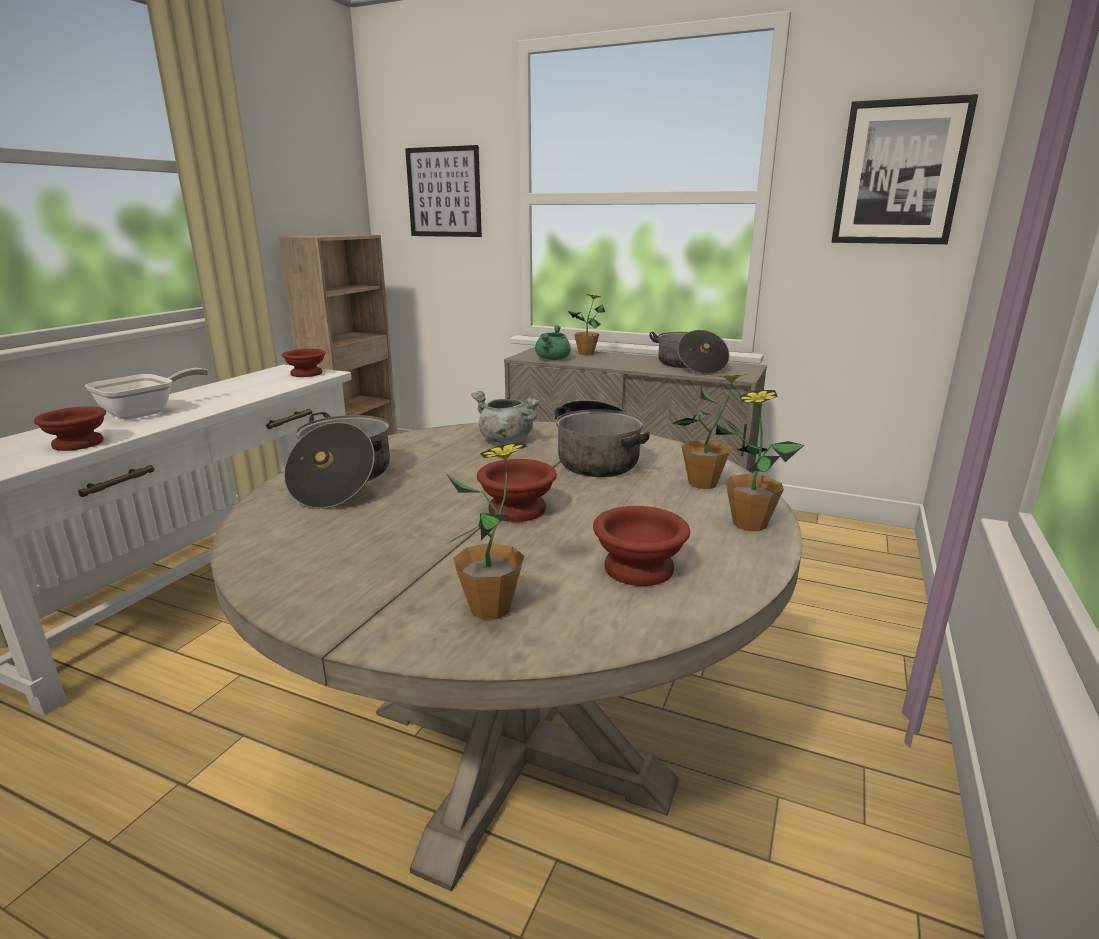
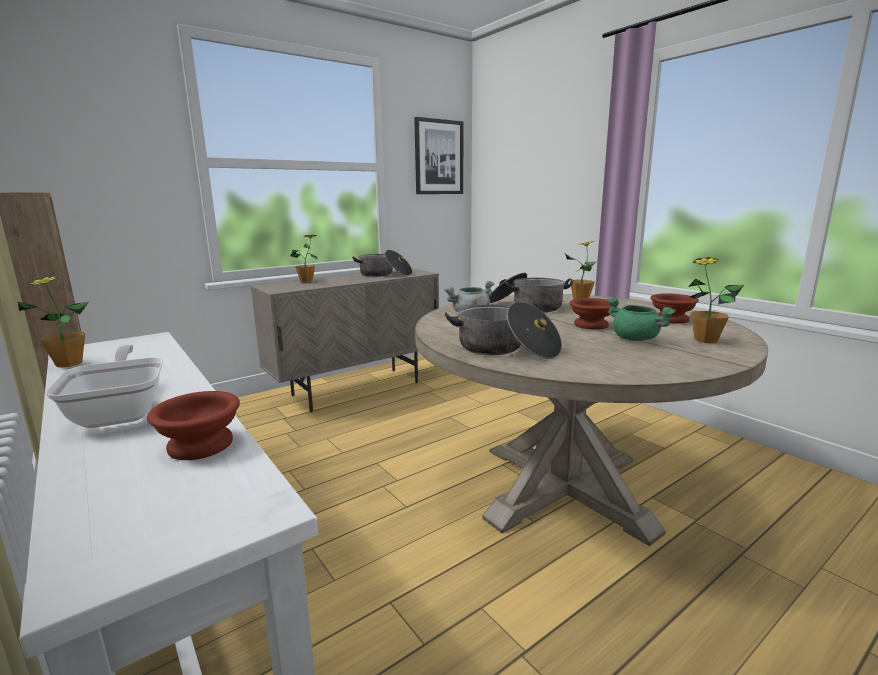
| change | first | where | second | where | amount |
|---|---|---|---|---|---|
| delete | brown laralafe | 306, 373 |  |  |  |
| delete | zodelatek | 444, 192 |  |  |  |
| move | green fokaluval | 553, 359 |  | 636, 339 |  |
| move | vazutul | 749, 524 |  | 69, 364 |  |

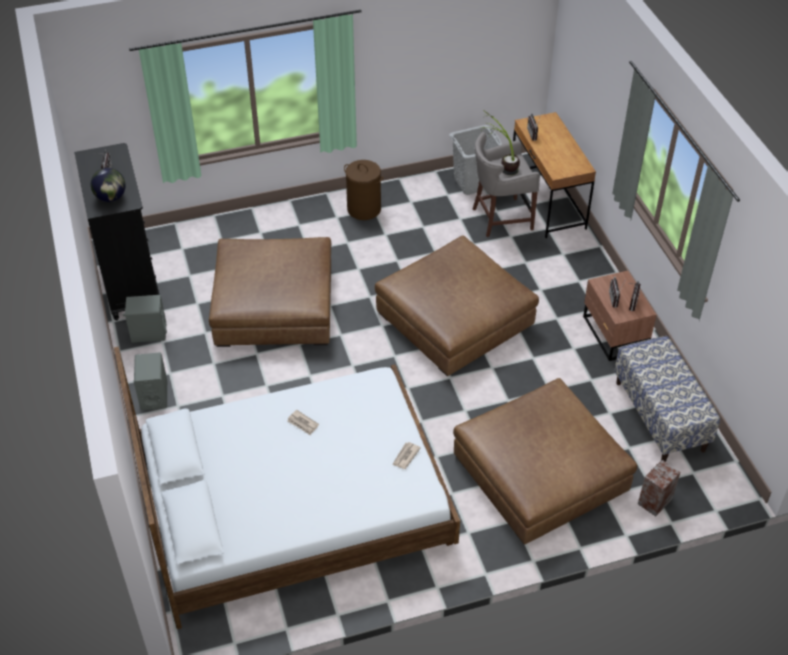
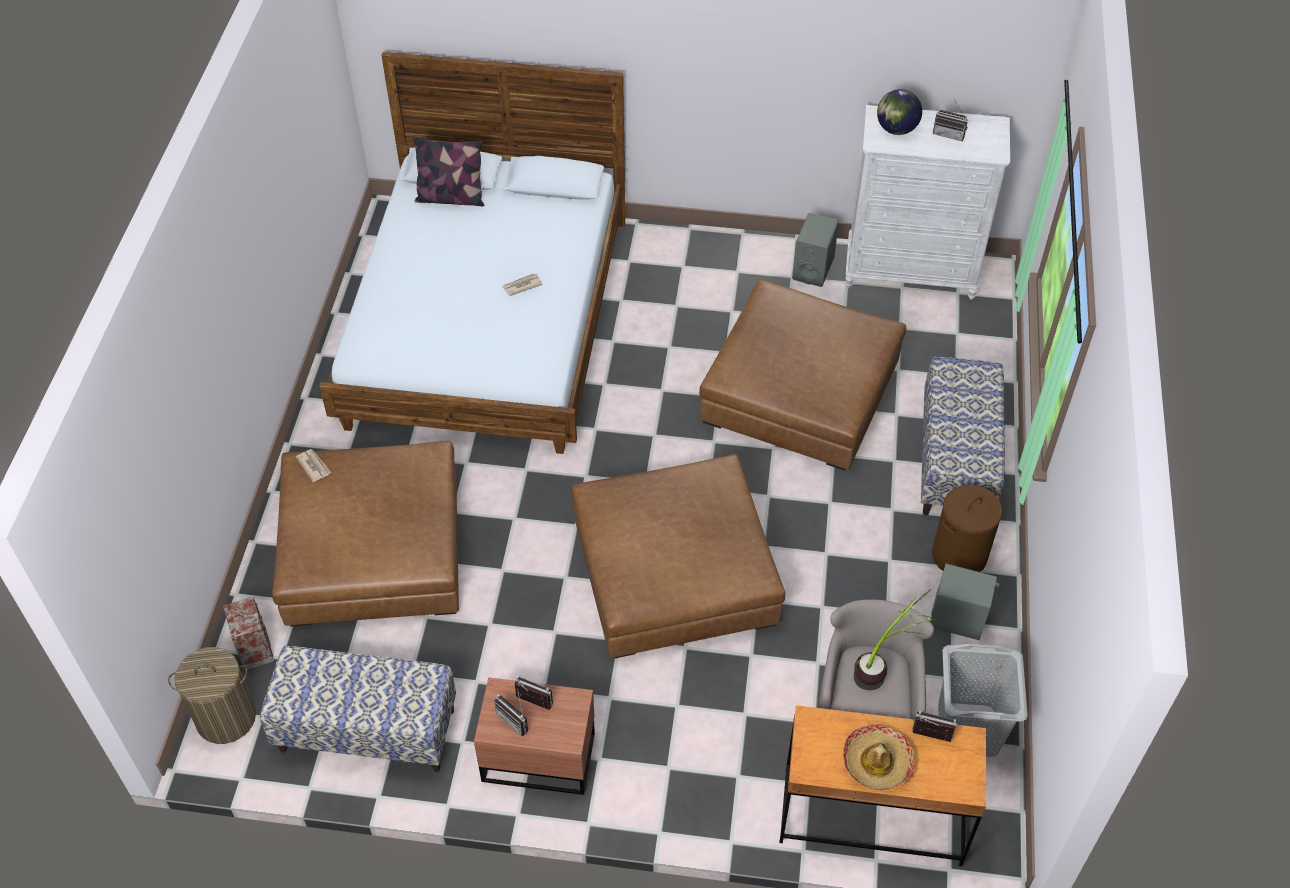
| change | first | where | second | where | amount |
|---|---|---|---|---|---|
| recolor | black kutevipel | 130, 283 | white kutevipel | 910, 271 |  |
| move | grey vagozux | 154, 395 |  | 958, 619 |  |
| move | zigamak | 405, 456 |  | 313, 466 |  |
| insert |  |  | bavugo | 226, 717 |  |
| insert |  |  | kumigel | 451, 198 |  |
| insert |  |  | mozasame | 877, 762 |  |
| insert |  |  | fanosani | 956, 461 |  |

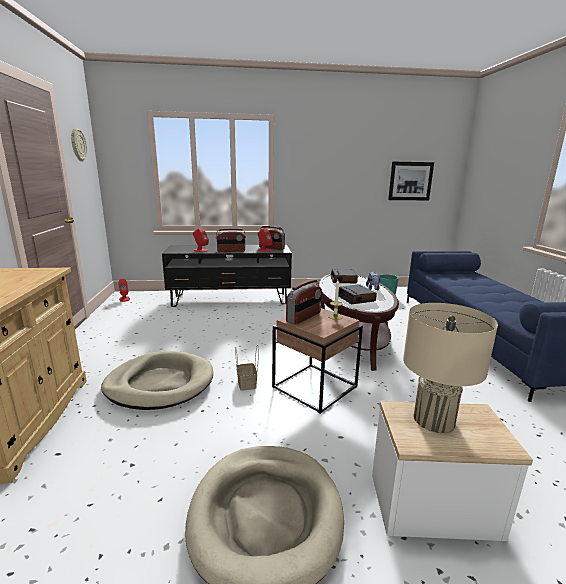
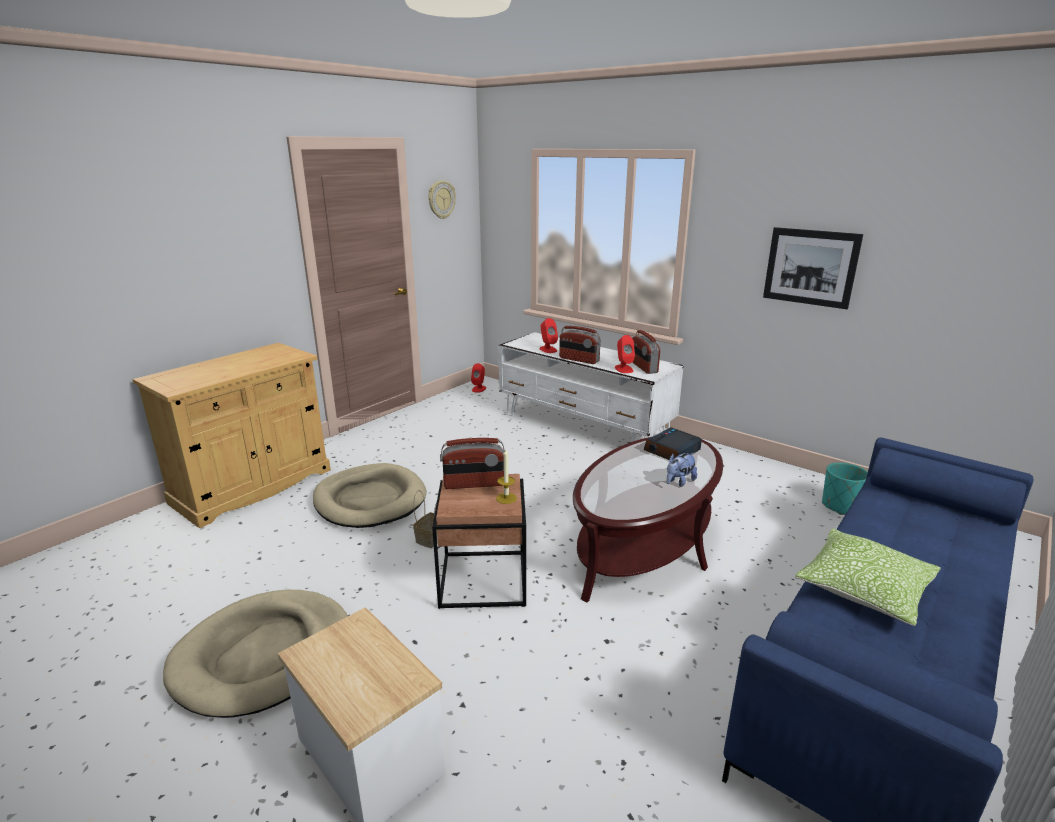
| change | first | where | second | where | amount |
|---|---|---|---|---|---|
| recolor | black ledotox | 230, 299 | white ledotox | 583, 427 |  |
| delete | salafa | 356, 298 |  |  |  |
| move | zodelatek | 410, 181 |  | 810, 267 |  |
| delete | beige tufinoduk | 434, 420 |  |  |  |
| insert |  |  | kumigel | 864, 588 |  |

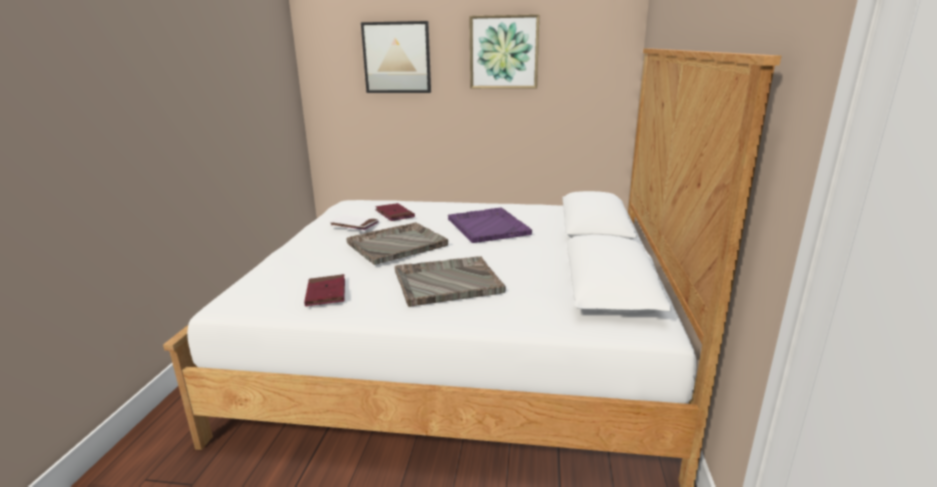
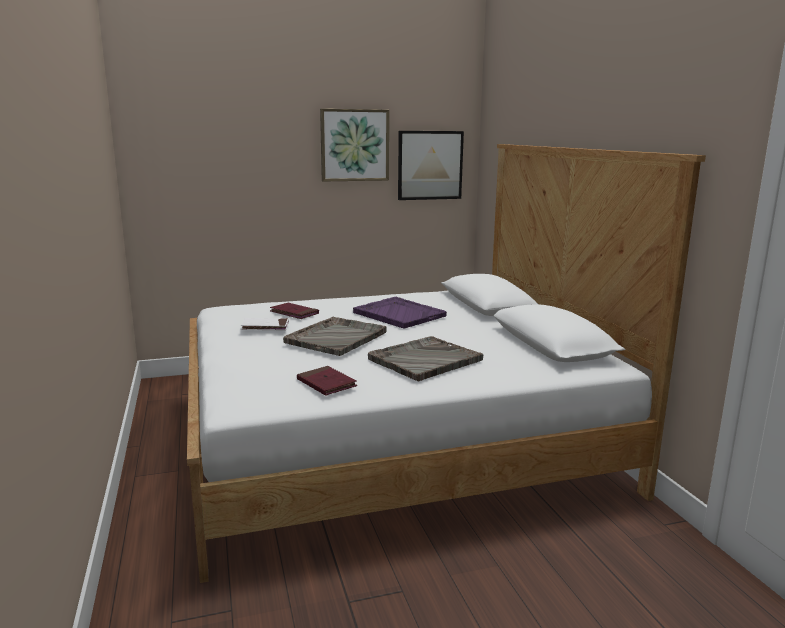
| change | first | where | second | where | amount |
|---|---|---|---|---|---|
| move | zodelatek | 397, 58 |  | 430, 165 |  |

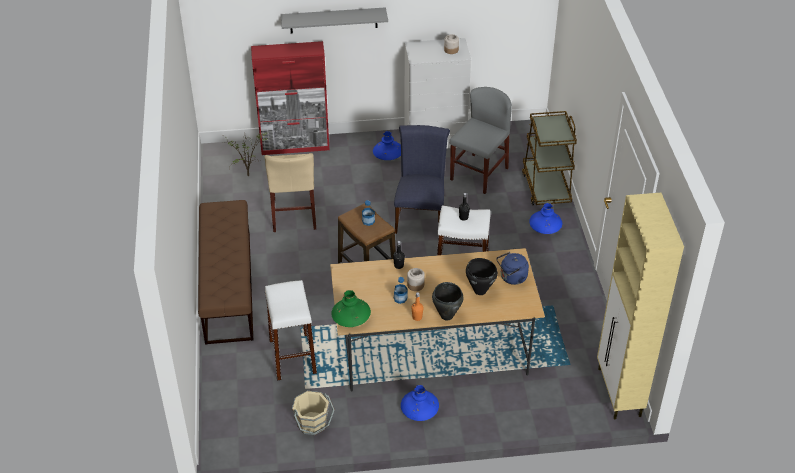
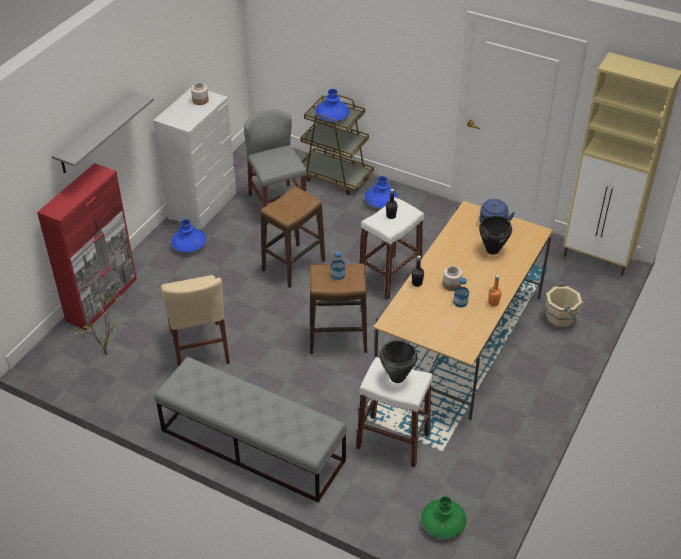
| change | first | where | second | where | amount |
|---|---|---|---|---|---|
| recolor | brown fanosani | 228, 286 | grey fanosani | 252, 445 |  |
| rotate | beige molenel | 294, 214 |  | 199, 347 | 45 degrees clockwise |
| move | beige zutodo | 312, 423 |  | 560, 317 |  |
| move | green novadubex | 351, 317 |  | 443, 523 |  |
| replace | blue molenel | 420, 217 | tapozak | 293, 266 |  |
| move | blue novadubex | 419, 409 |  | 332, 116 |  |
| move | black fokaluval | 446, 316 |  | 397, 378 |  |

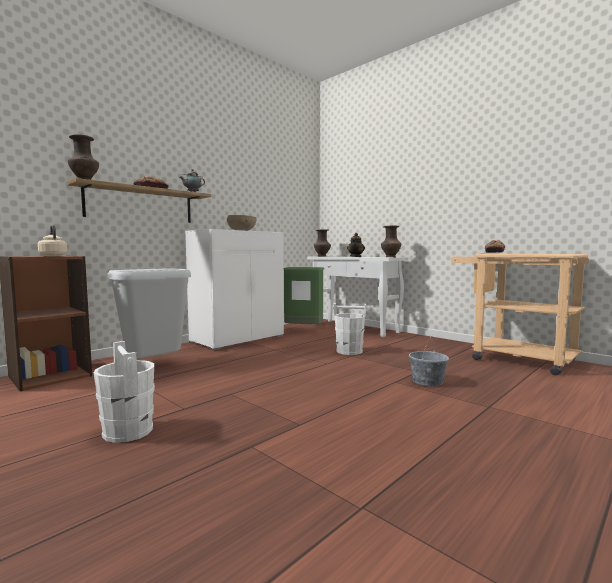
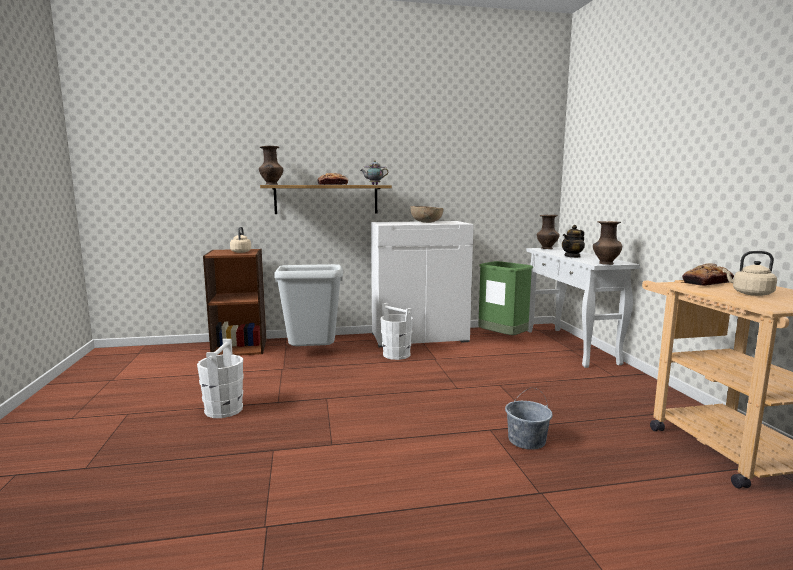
| change | first | where | second | where | amount |
|---|---|---|---|---|---|
| move | white zutodo | 349, 351 |  | 396, 355 |  |
| insert |  |  | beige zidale | 750, 293 |  |

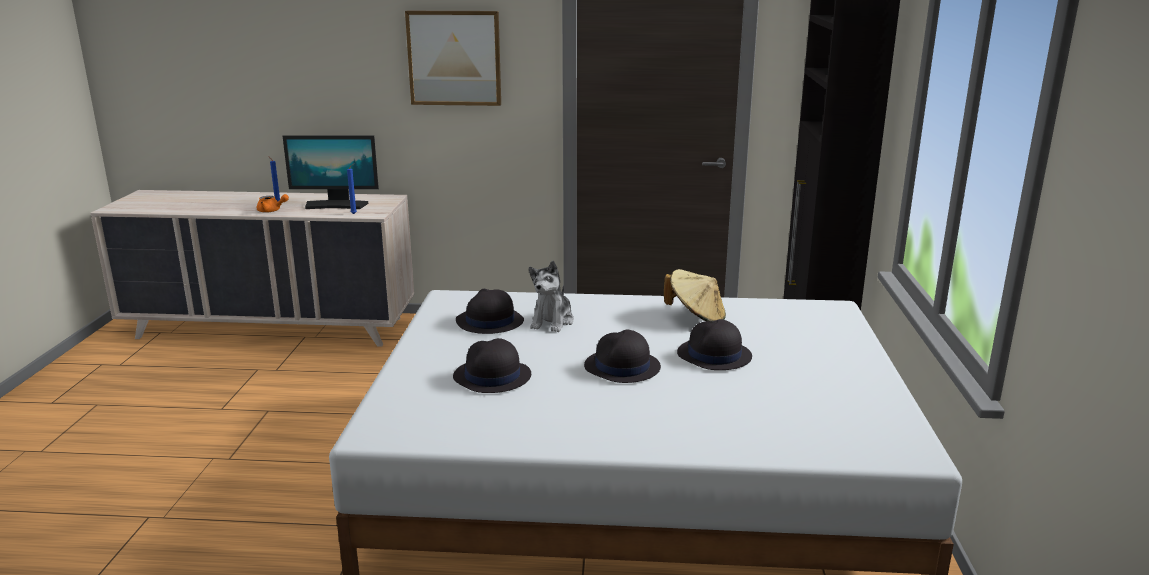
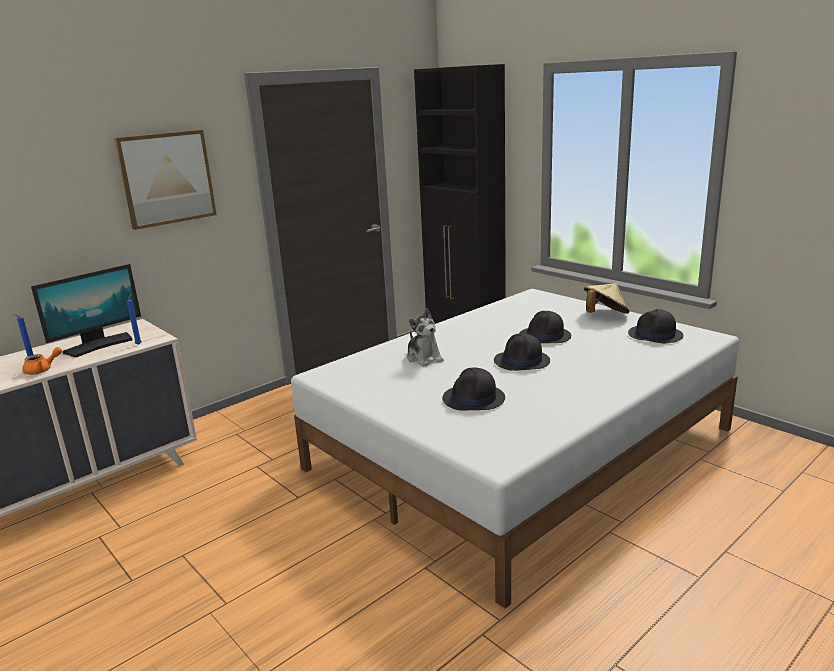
| change | first | where | second | where | amount |
|---|---|---|---|---|---|
| move | black mozasame | 489, 322 |  | 655, 335 |  |
| move | beige mozasame | 696, 317 |  | 605, 315 |  |

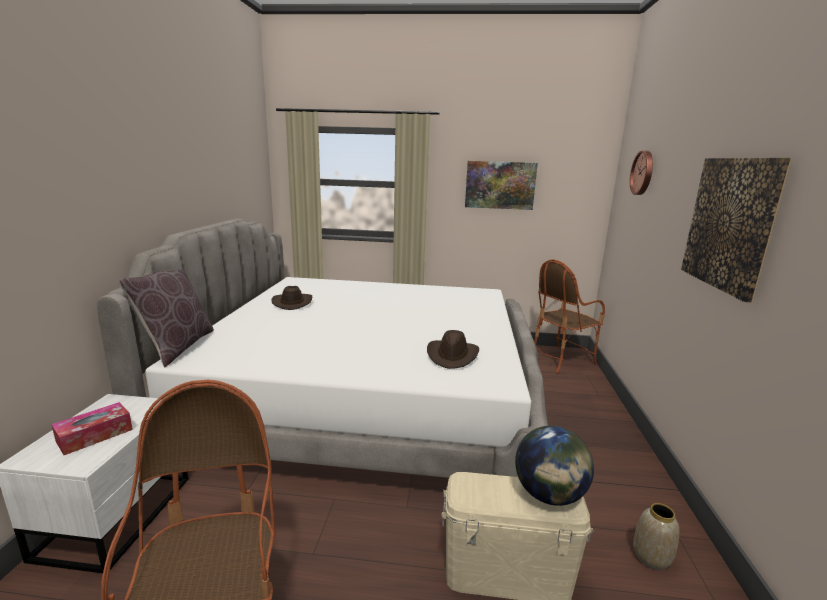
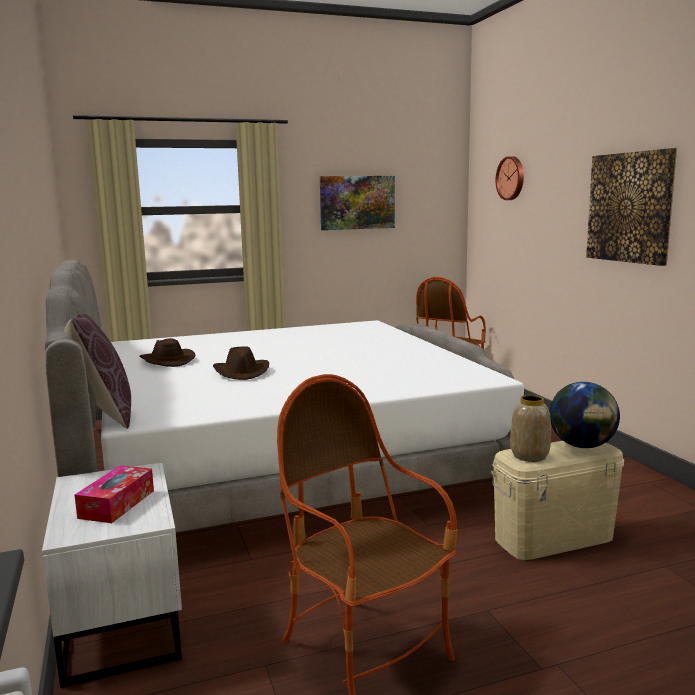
| change | first | where | second | where | amount |
|---|---|---|---|---|---|
| move | brown mozasame | 452, 356 |  | 242, 372 |  |
| move | novadubex | 651, 558 |  | 530, 456 |  |

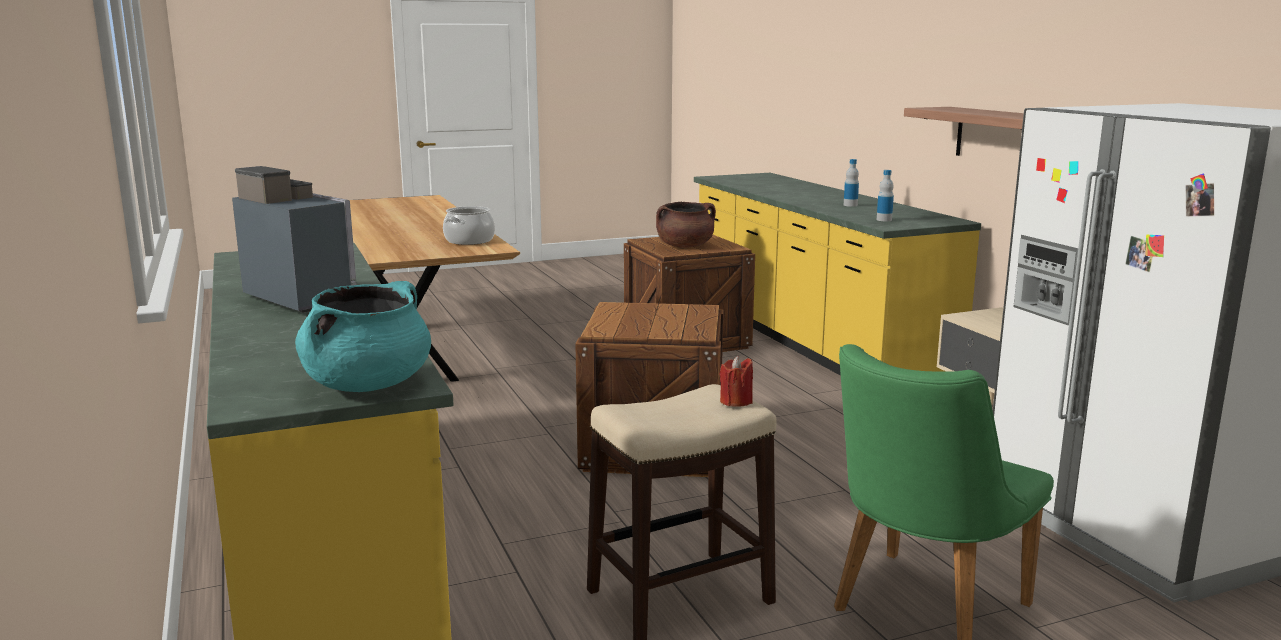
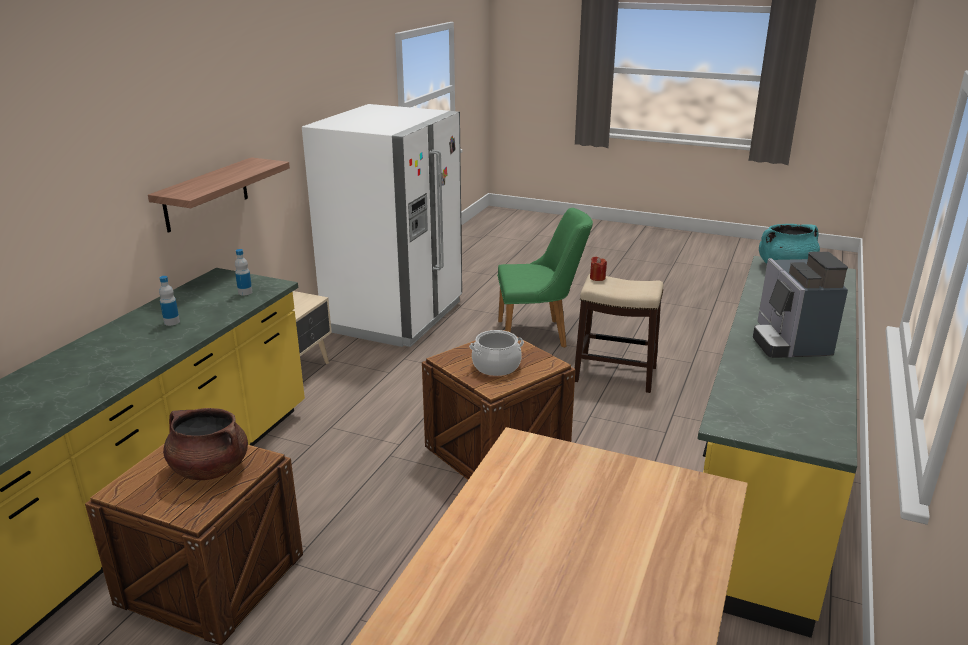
| change | first | where | second | where | amount |
|---|---|---|---|---|---|
| move | fokaluval | 469, 241 |  | 496, 366 |  |

